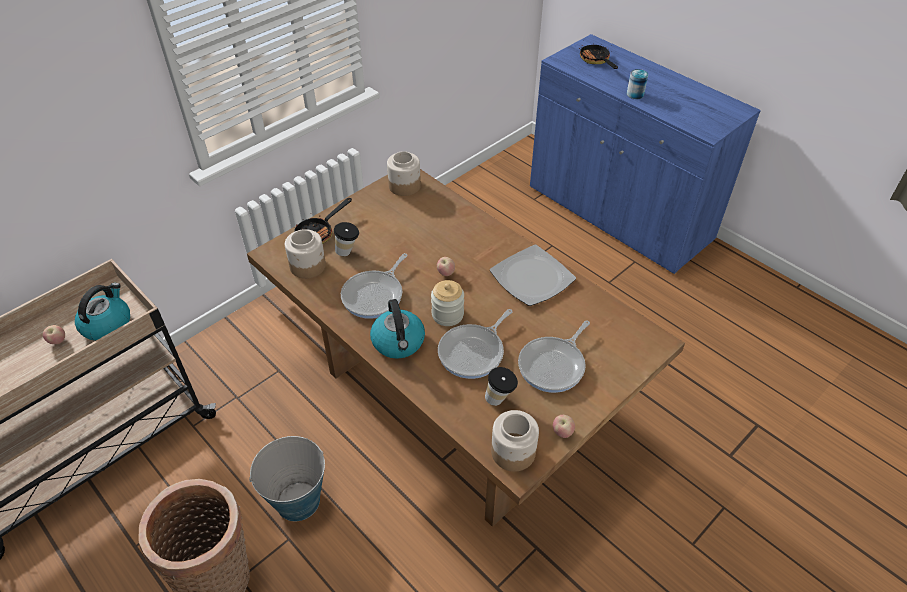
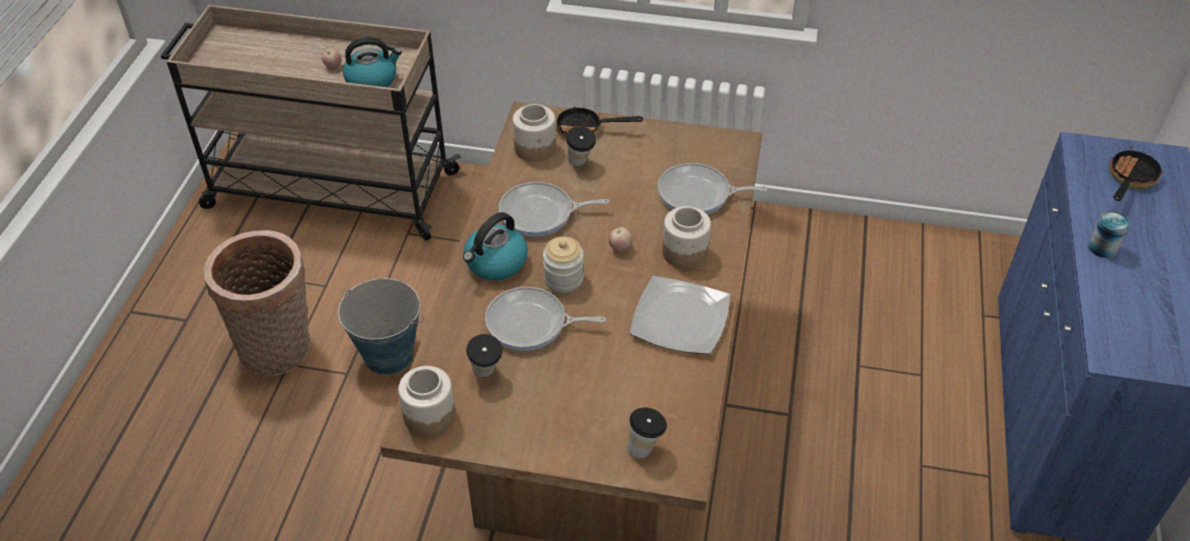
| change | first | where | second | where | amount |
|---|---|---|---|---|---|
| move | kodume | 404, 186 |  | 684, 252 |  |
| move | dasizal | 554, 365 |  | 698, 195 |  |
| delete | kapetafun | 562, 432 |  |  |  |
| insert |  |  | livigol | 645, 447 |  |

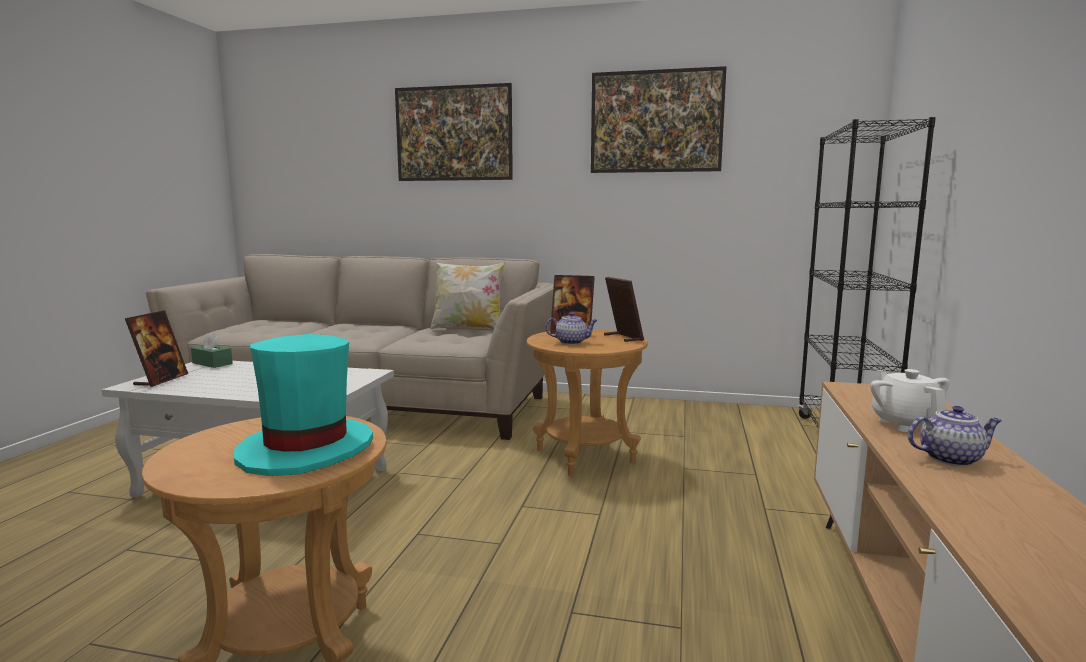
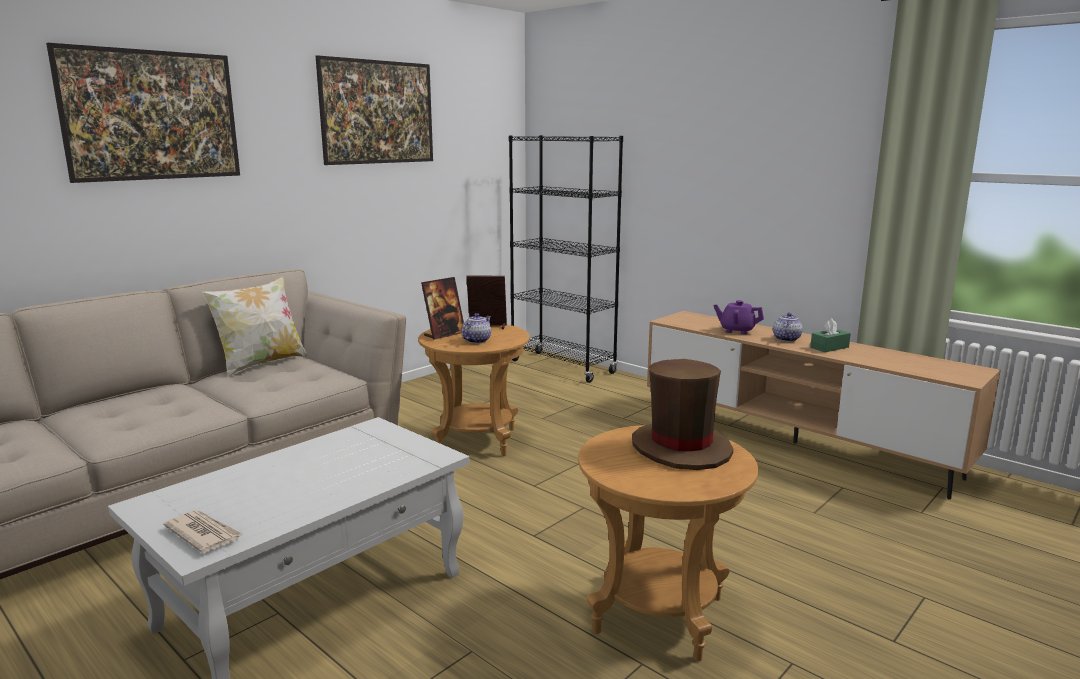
| change | first | where | second | where | amount |
|---|---|---|---|---|---|
| replace | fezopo | 161, 380 | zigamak | 203, 533 |  |
| move | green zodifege | 212, 363 |  | 829, 347 |  |
| recolor | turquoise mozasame | 306, 449 | brown mozasame | 681, 448 |  |
| recolor | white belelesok | 905, 424 | purple belelesok | 737, 331 |  |

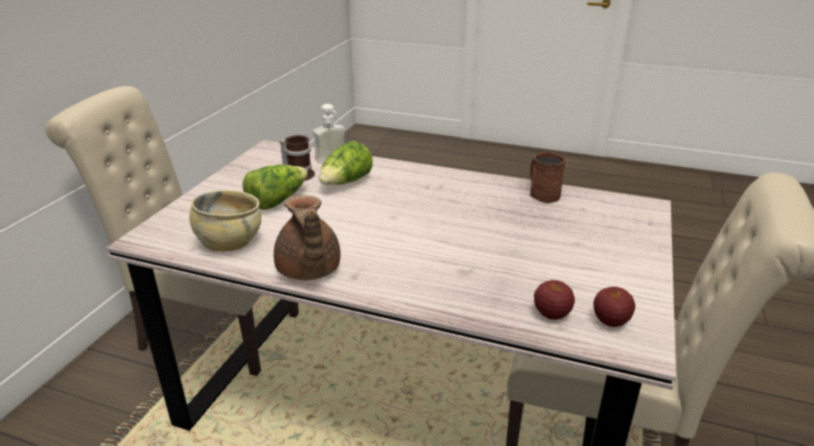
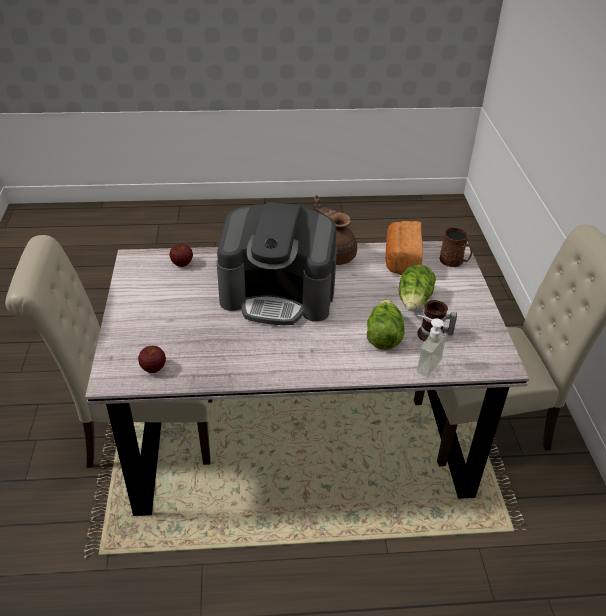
| change | first | where | second | where | amount |
|---|---|---|---|---|---|
| replace | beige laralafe | 229, 242 | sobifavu | 401, 260 |  |
| move | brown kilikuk | 542, 193 |  | 454, 261 |  |
| move | kapetafun | 611, 321 |  | 153, 368 |  |
| insert |  |  | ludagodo | 278, 294 |  |

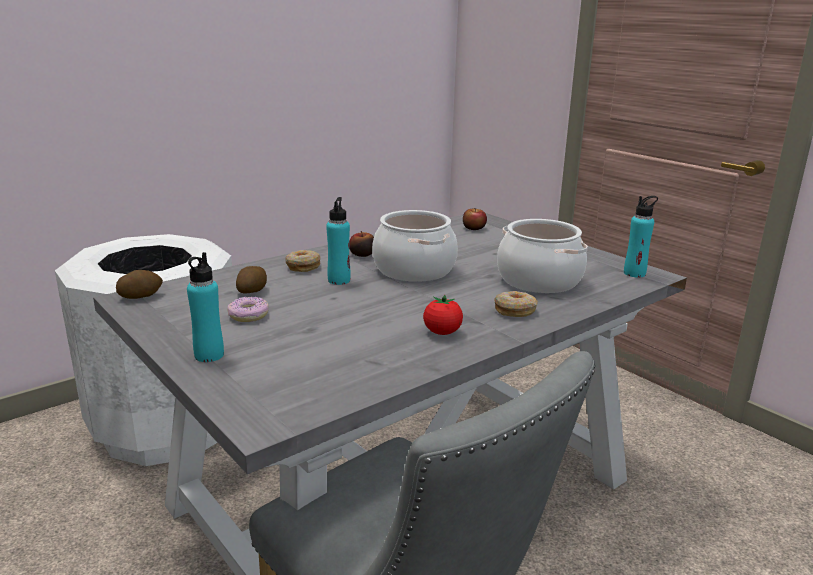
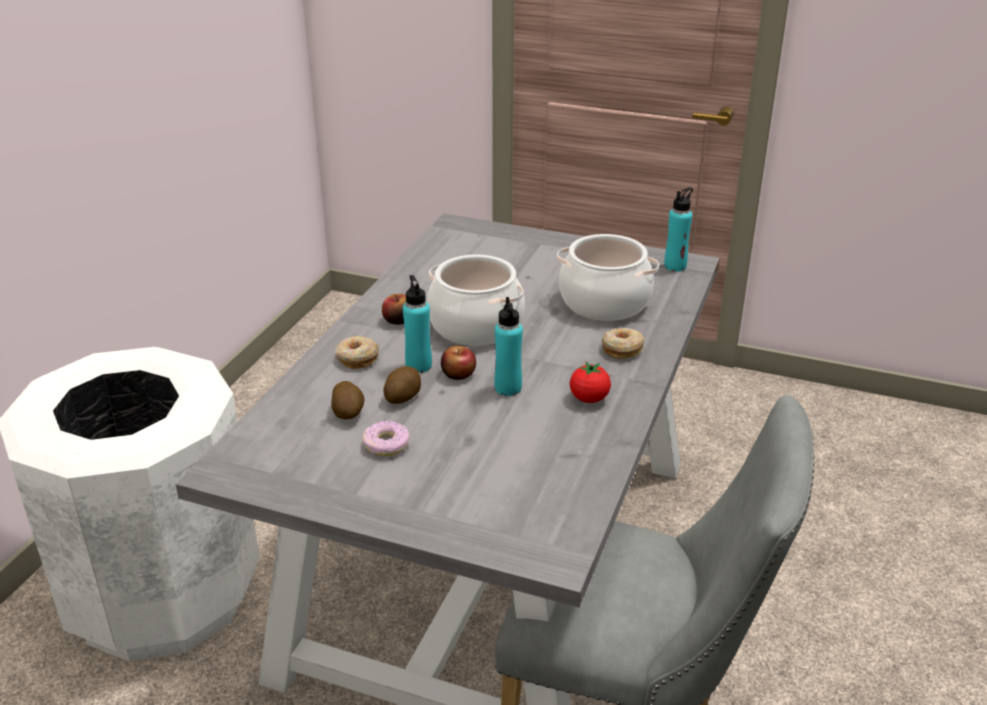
| change | first | where | second | where | amount |
|---|---|---|---|---|---|
| move | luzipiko | 140, 296 |  | 403, 396 |  |
| move | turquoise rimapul | 209, 355 |  | 508, 388 |  |
| move | kapetafun | 474, 228 |  | 458, 374 |  |

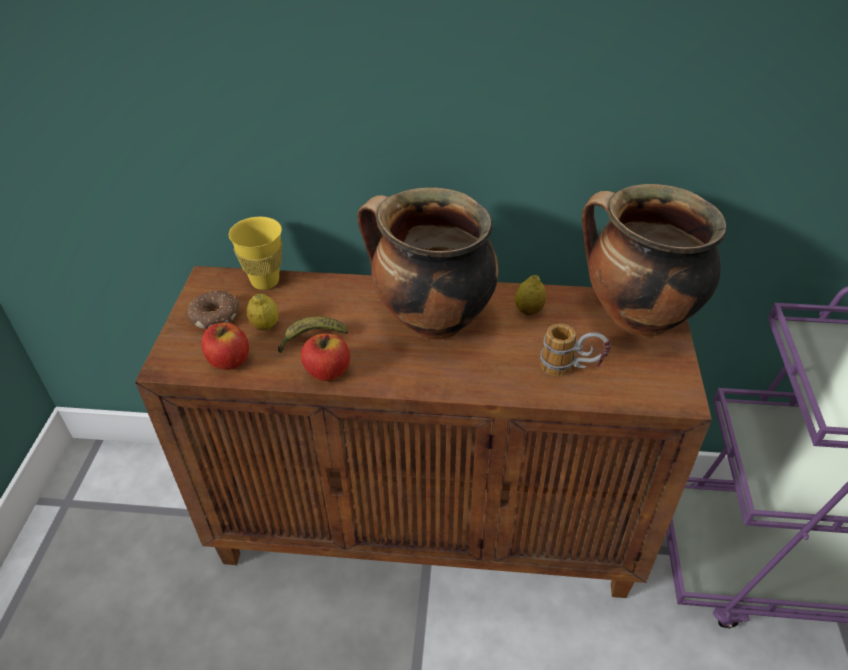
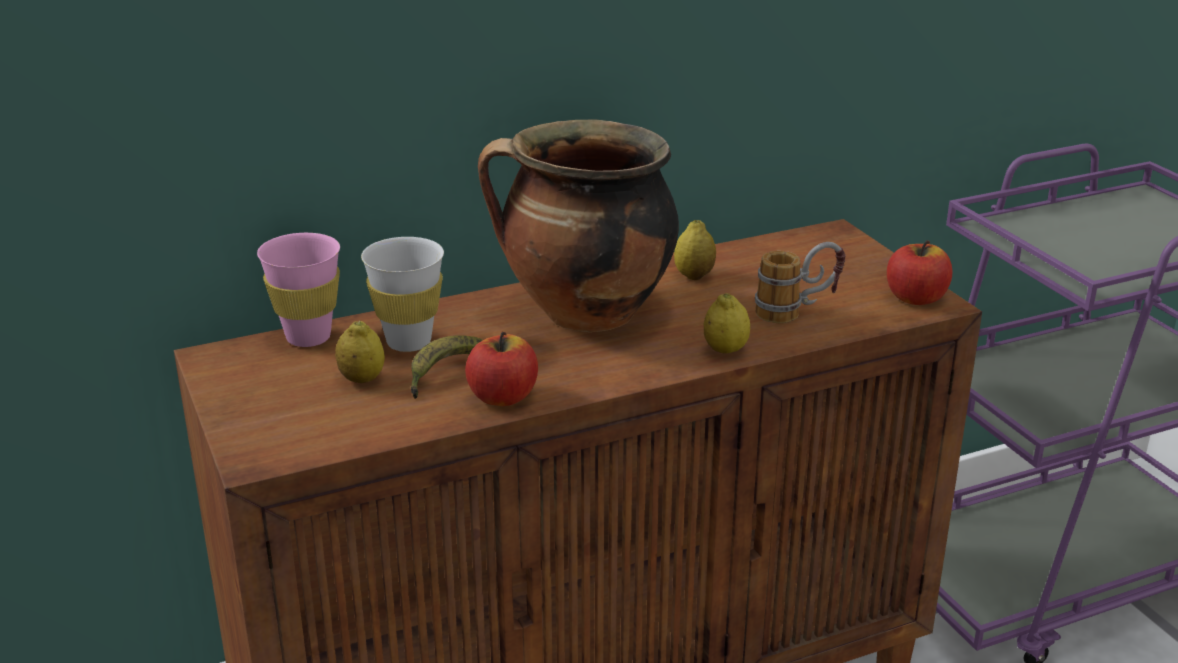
| change | first | where | second | where | amount |
|---|---|---|---|---|---|
| delete | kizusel | 215, 315 |  |  |  |
| move | kapetafun | 229, 360 |  | 916, 298 |  |
| recolor | yellow livigol | 265, 281 | pink livigol | 308, 337 |  |
| delete | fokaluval | 635, 317 |  |  |  |
| insert |  |  | white livigol | 409, 342 |  |
| insert |  |  | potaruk | 725, 350 |  |

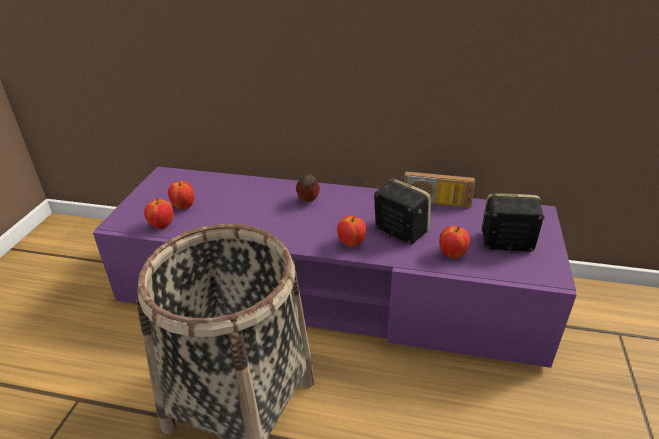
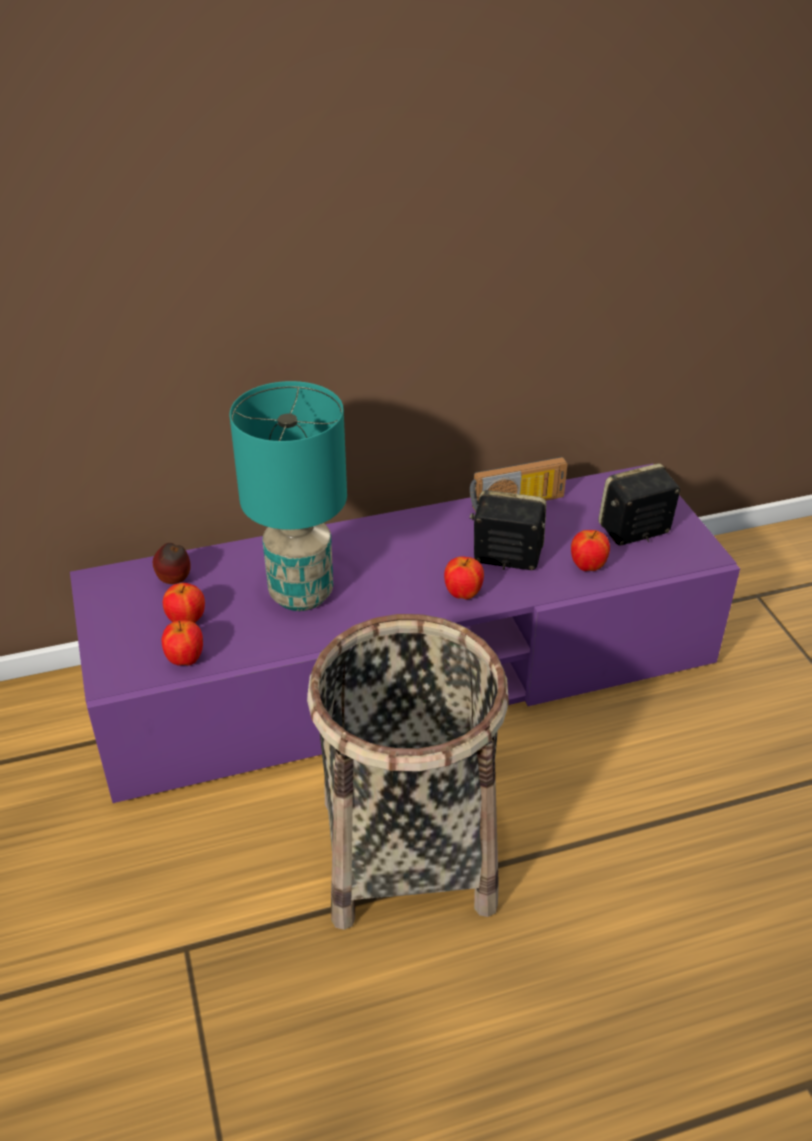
| change | first | where | second | where | amount |
|---|---|---|---|---|---|
| move | kapetafun | 308, 201 |  | 175, 581 |  |
| insert |  |  | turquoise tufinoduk | 301, 595 |  |

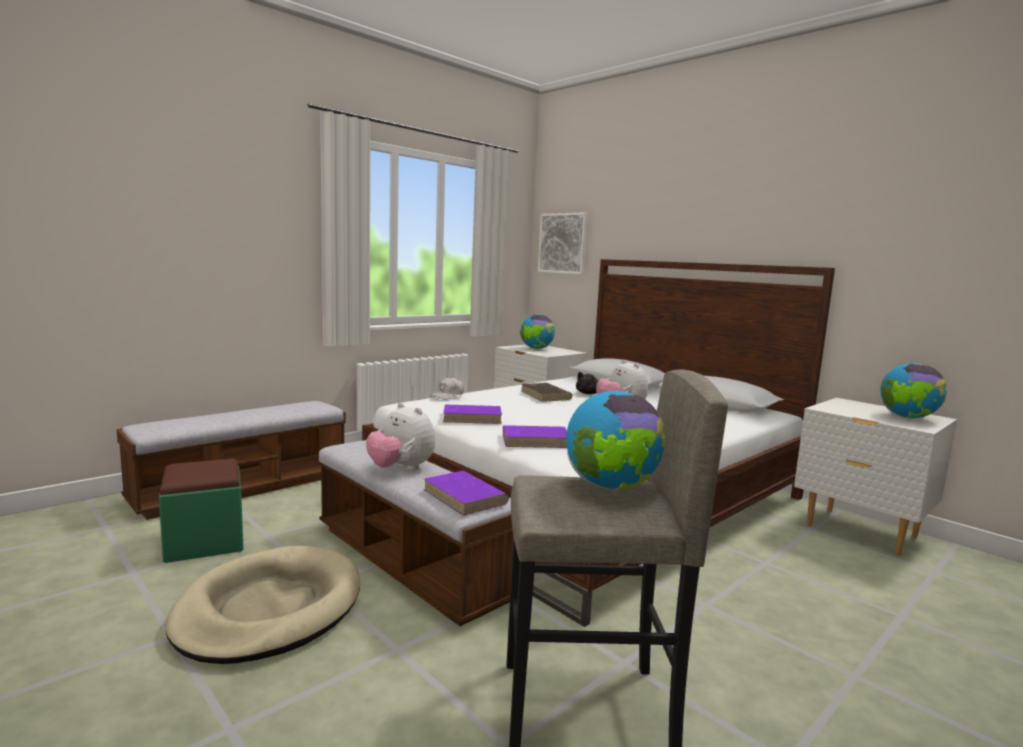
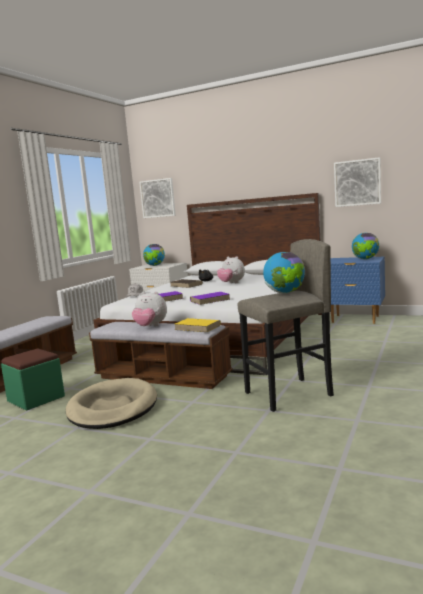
| change | first | where | second | where | amount |
|---|---|---|---|---|---|
| recolor | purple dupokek | 465, 497 | yellow dupokek | 198, 327 |  |
| recolor | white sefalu | 860, 531 | blue sefalu | 355, 319 |  |
| insert |  |  | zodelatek | 357, 182 |  |

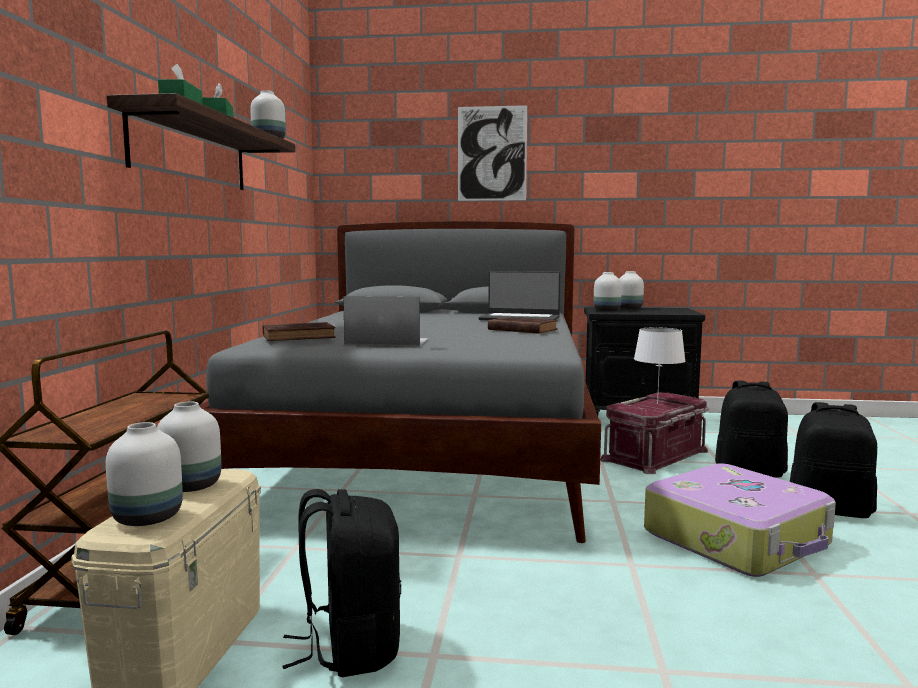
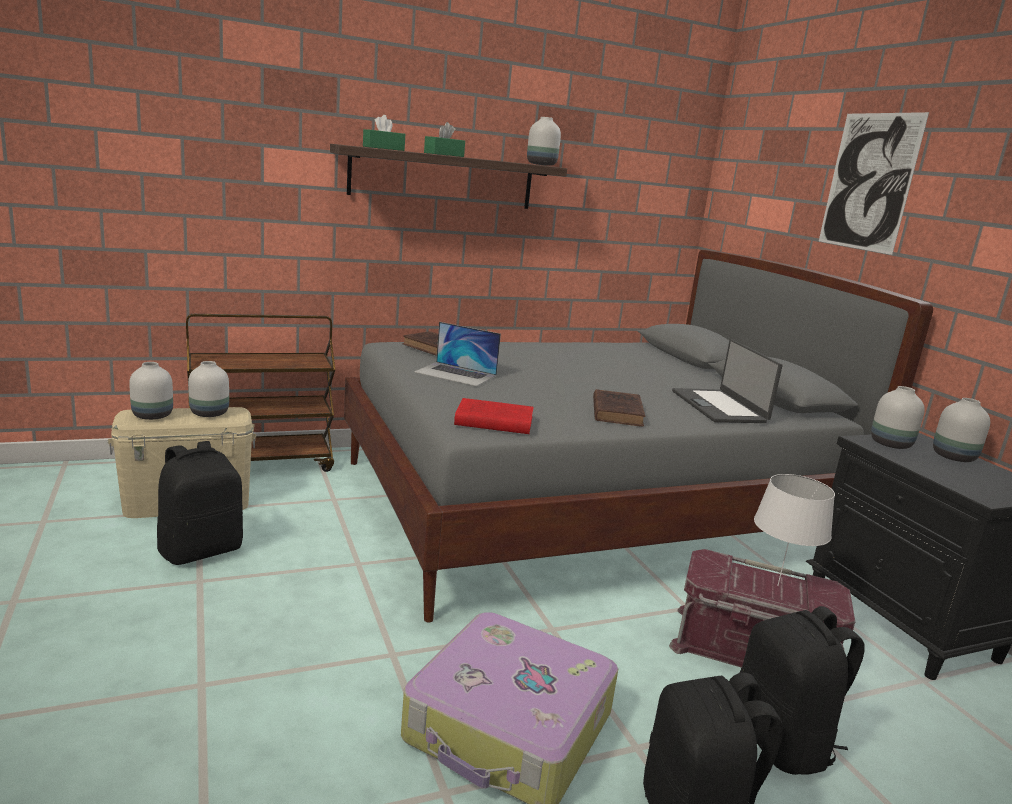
| change | first | where | second | where | amount |
|---|---|---|---|---|---|
| rotate | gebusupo | 387, 341 |  | 456, 374 | 135 degrees clockwise |
| insert |  |  | red dupokek | 491, 421 |  |

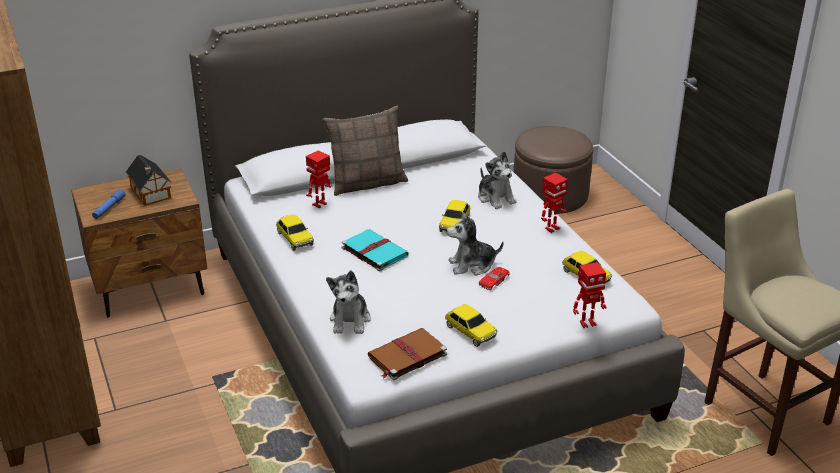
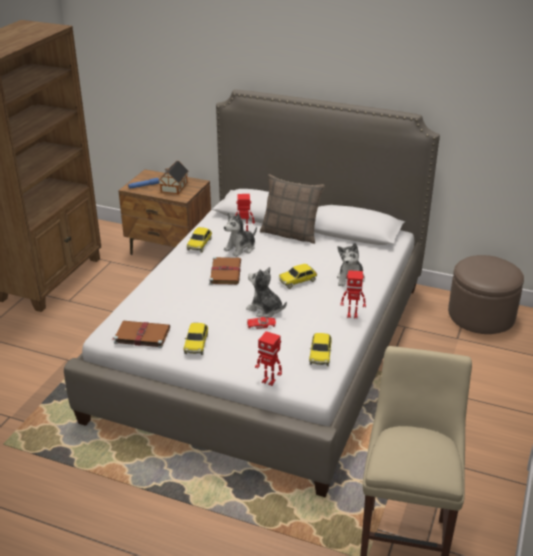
| change | first | where | second | where | amount |
|---|---|---|---|---|---|
| move | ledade | 350, 320 |  | 240, 248 |  |
| recolor | turquoise dupokek | 373, 251 | brown dupokek | 225, 272 |  |

